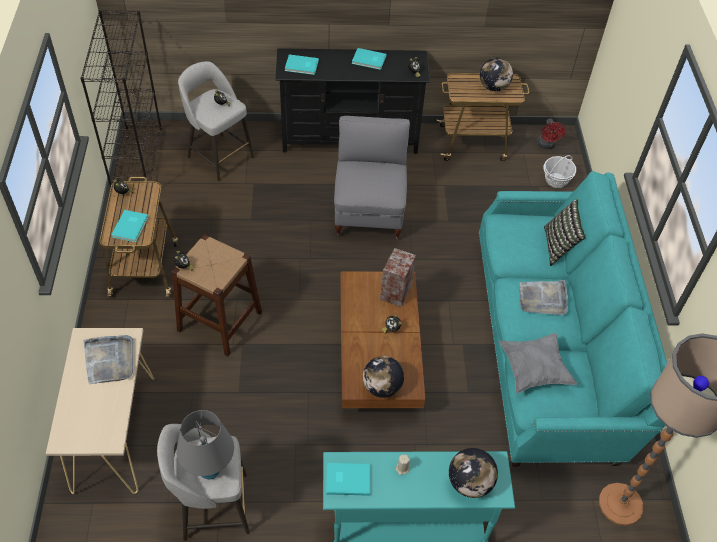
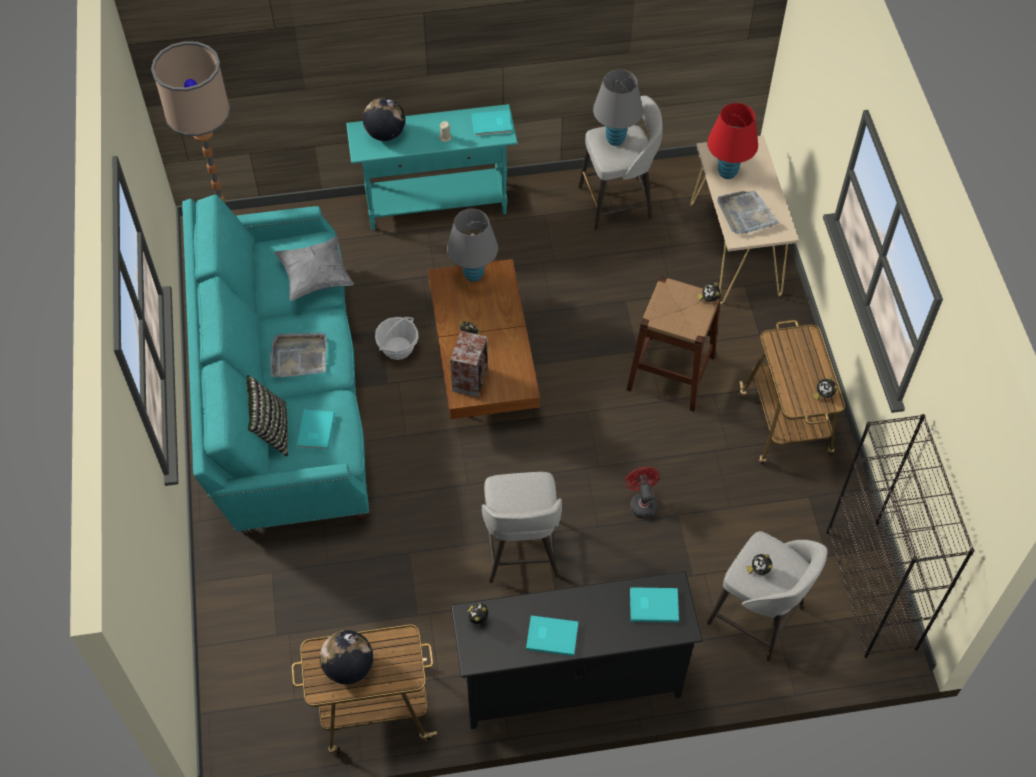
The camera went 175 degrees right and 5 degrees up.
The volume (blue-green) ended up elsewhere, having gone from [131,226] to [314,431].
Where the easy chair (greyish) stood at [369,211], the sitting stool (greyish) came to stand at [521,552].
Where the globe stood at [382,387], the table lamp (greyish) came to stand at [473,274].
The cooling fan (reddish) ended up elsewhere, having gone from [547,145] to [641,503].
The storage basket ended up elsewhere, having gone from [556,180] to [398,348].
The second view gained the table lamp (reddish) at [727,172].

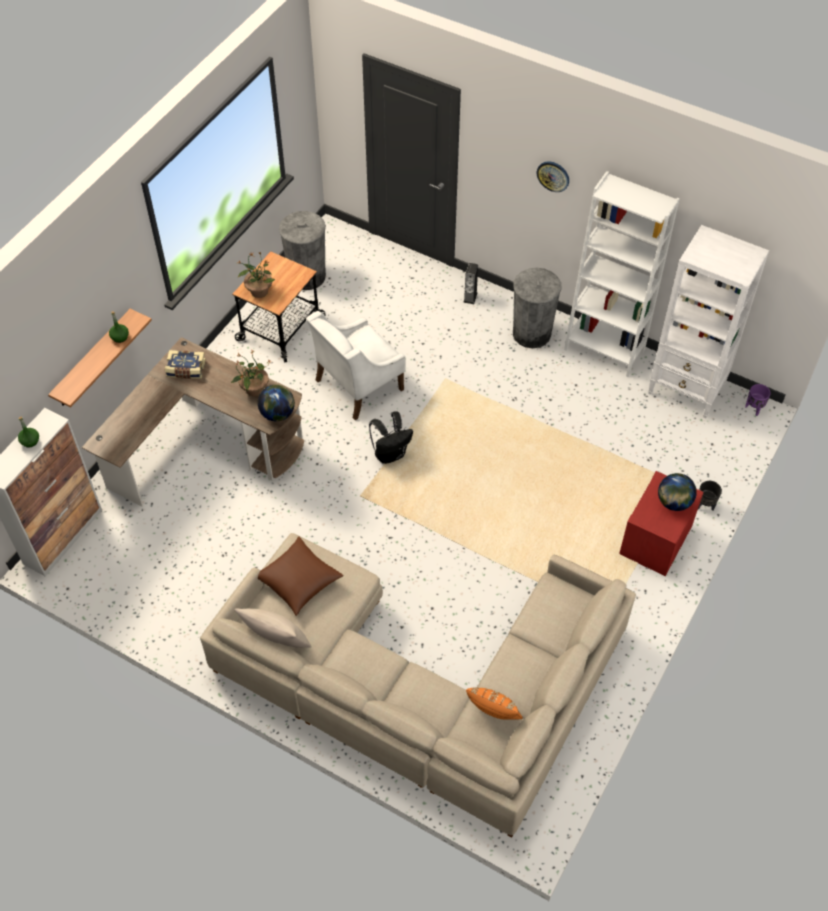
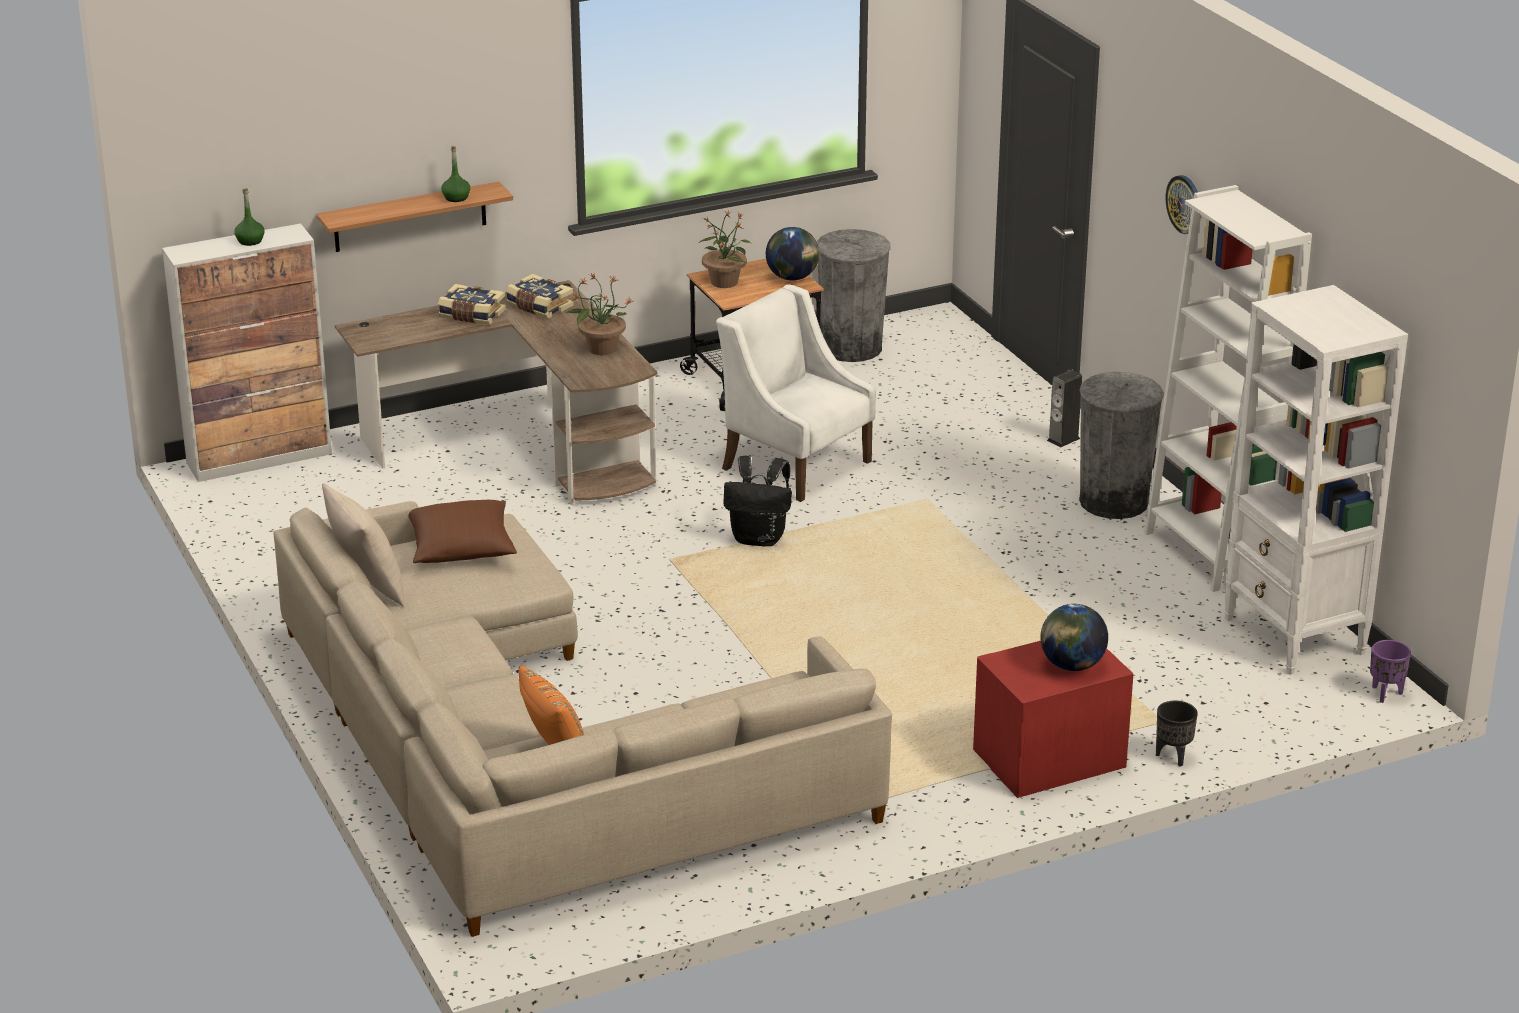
The camera went 35 degrees right and 25 degrees down.
The globe ended up elsewhere, having gone from [278,414] to [792,278].
The easy chair (white-coloured) at [358,385] ended up facing another way, 45 degrees clockwise from before.
The second view gained the volume at [471,315].

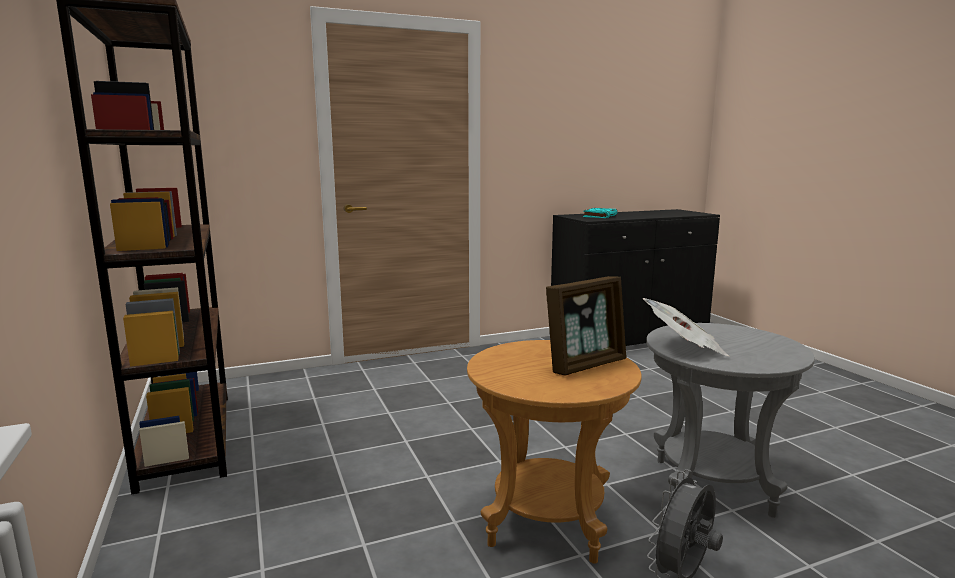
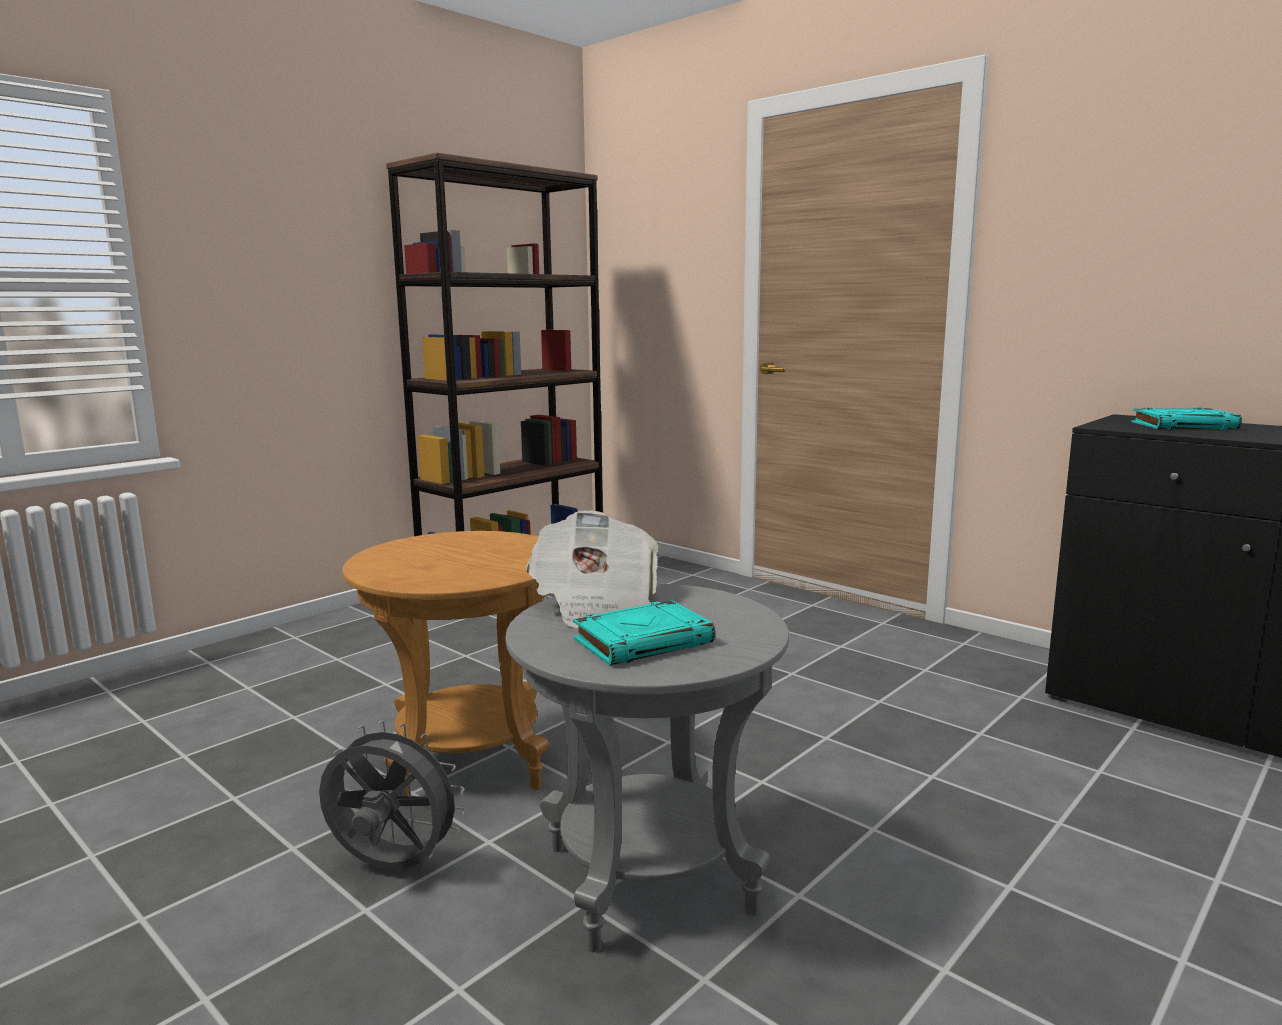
The camera went 65 degrees right and 0 degrees up.
The second view lost the picture frame at [586,364].
The second view gained the volume (blue-green) at [644,641].

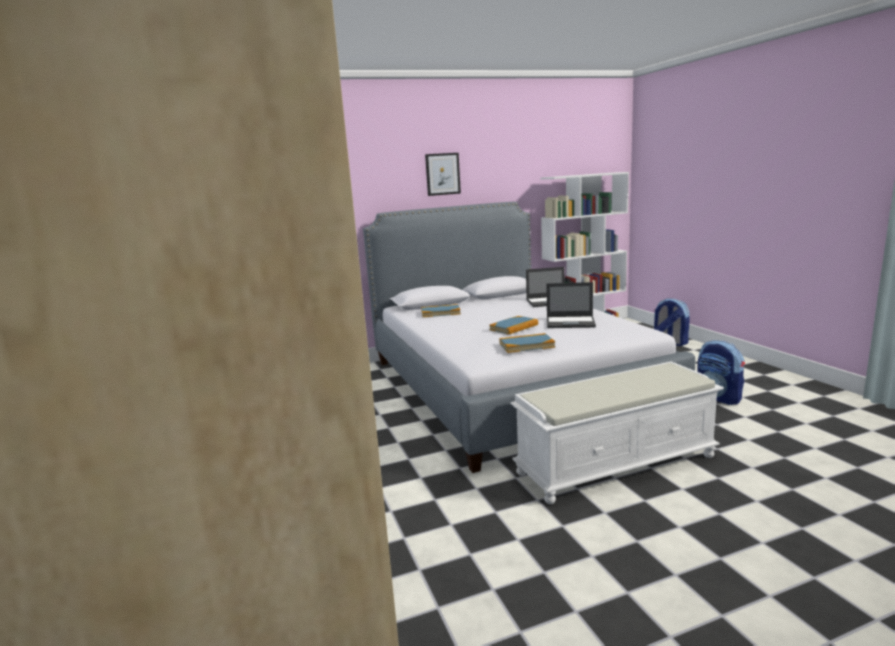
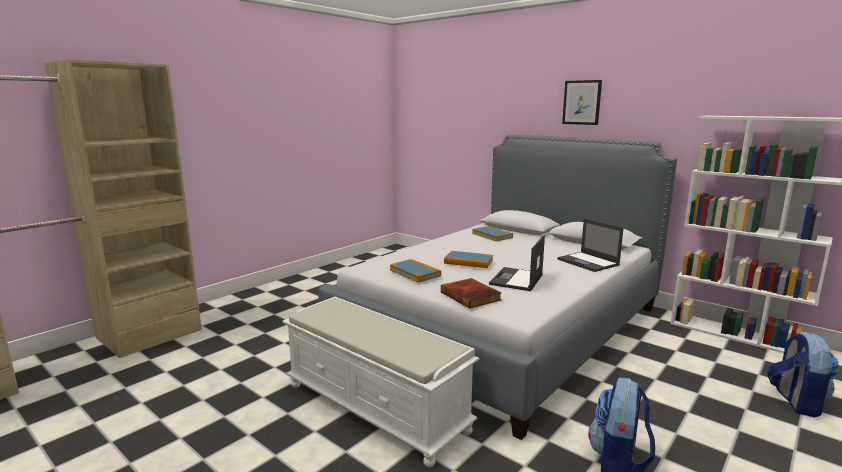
The camera went 60 degrees right and 0 degrees up.
The laptop at [571,322] ended up facing another way, 45 degrees clockwise from before.
The second view gained the volume at [471,296].

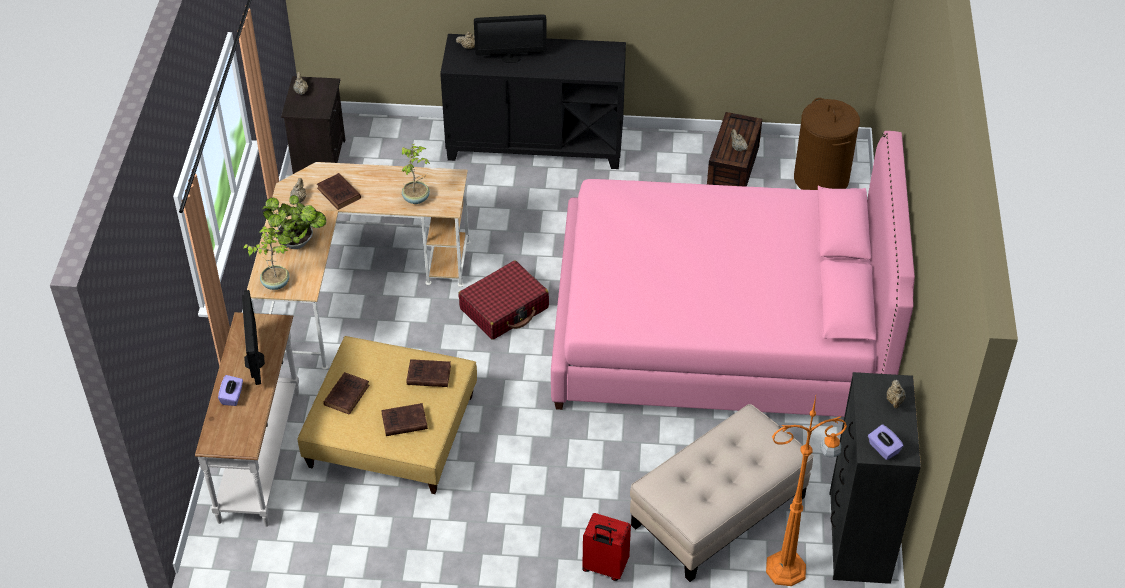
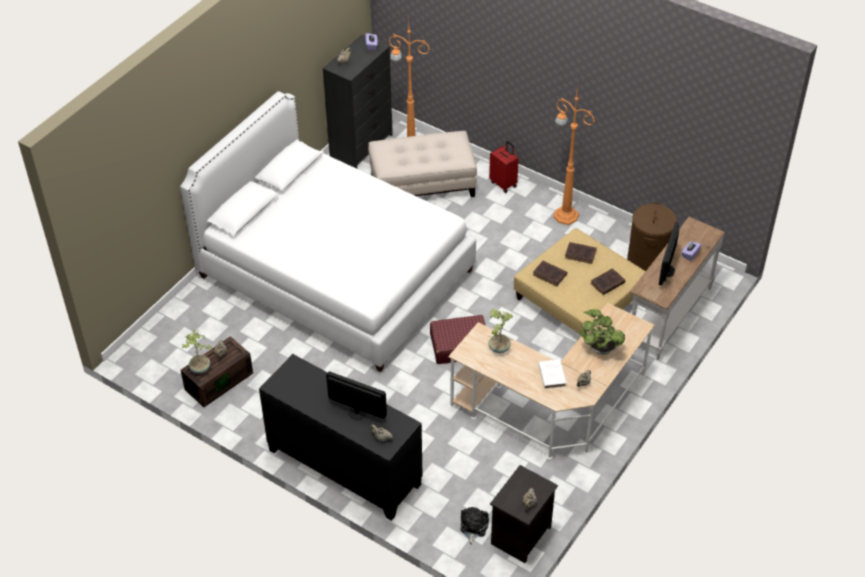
The camera went 150 degrees left and 0 degrees up.
The houseplant ended up elsewhere, having gone from [275,283] to [200,369].
What was the volume (brownish) at [339,194] turned into the volume (white-coloured) at [551,375].
What was the bed (pink) at [719,331] turned into the bed (white-coloured) at [336,274].
The laundry basket (brownish) ended up elsewhere, having gone from [821,179] to [647,263].
The second view gained the plush toy at [473,527].
The second view gained the standard lamp (orange-coloured) at [564,215].

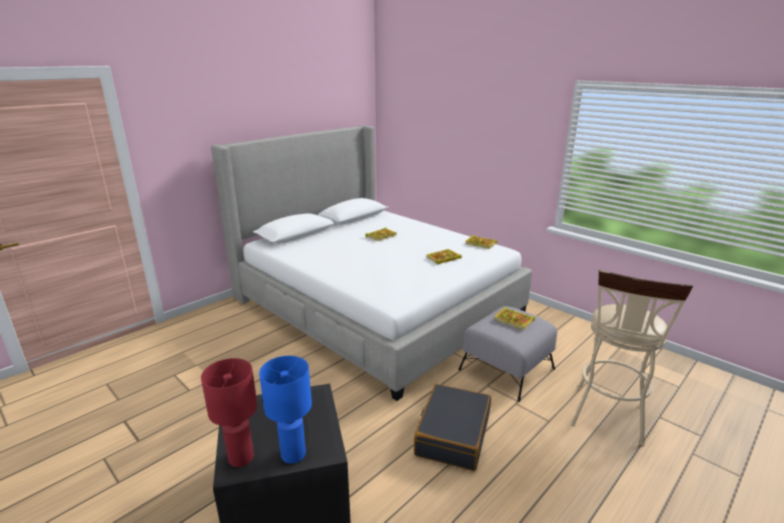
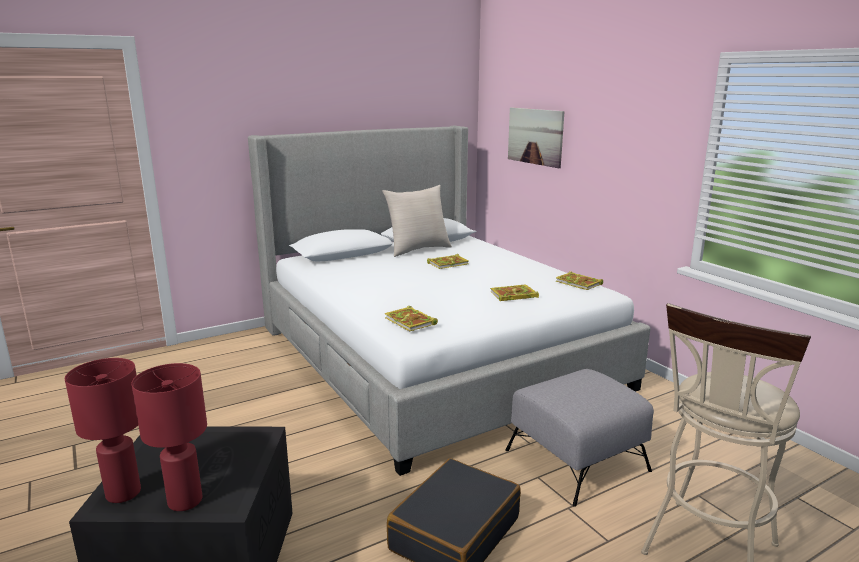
The camera went 15 degrees right and 5 degrees down.
What was the table lamp (blue) at [293,455] turned into the table lamp (reddish) at [185,502].
The volume ended up elsewhere, having gone from [515,320] to [411,322].
The second view gained the pillow (sand-coloured) at [418,249].
The second view gained the picture at [535,136].

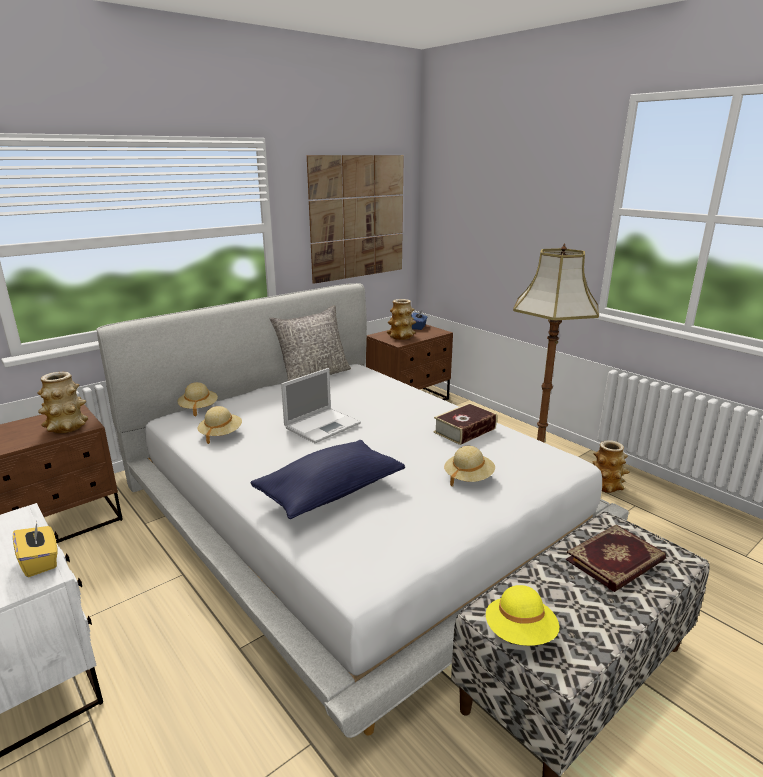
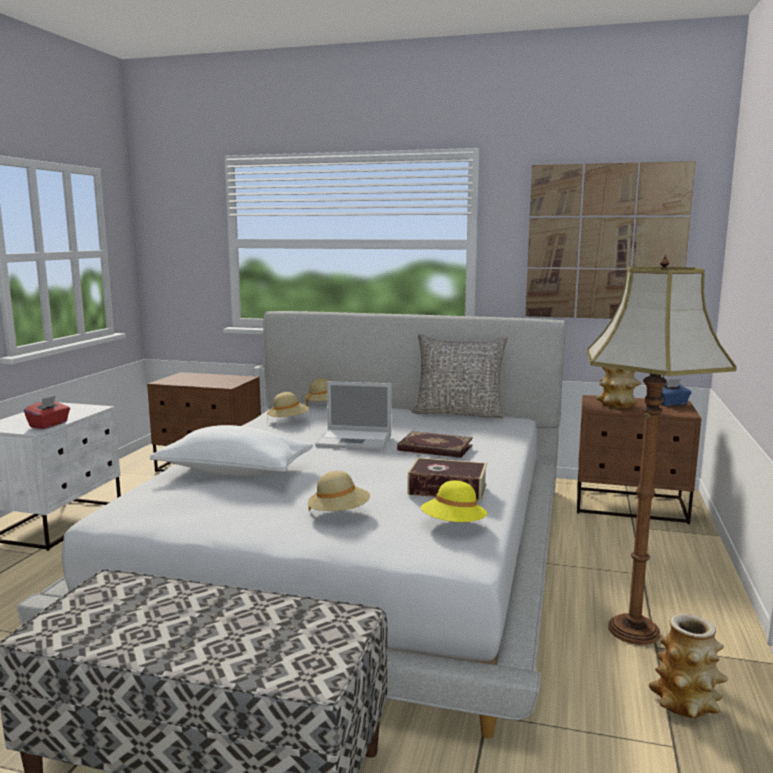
The camera went 55 degrees right and 10 degrees down.
What was the box of tissues (yellow-coloured) at [40,561] turned into the box of tissues (reddish) at [49,425].
The second view lost the decorative vase at [67,427].
What was the pillow (blue) at [330,492] turned into the pillow (white-coloured) at [234,471].
The clothing hat (yellow-coloured) ended up elsewhere, having gone from [520,633] to [453,526].
The volume ended up elsewhere, having gone from [616,561] to [435,448].

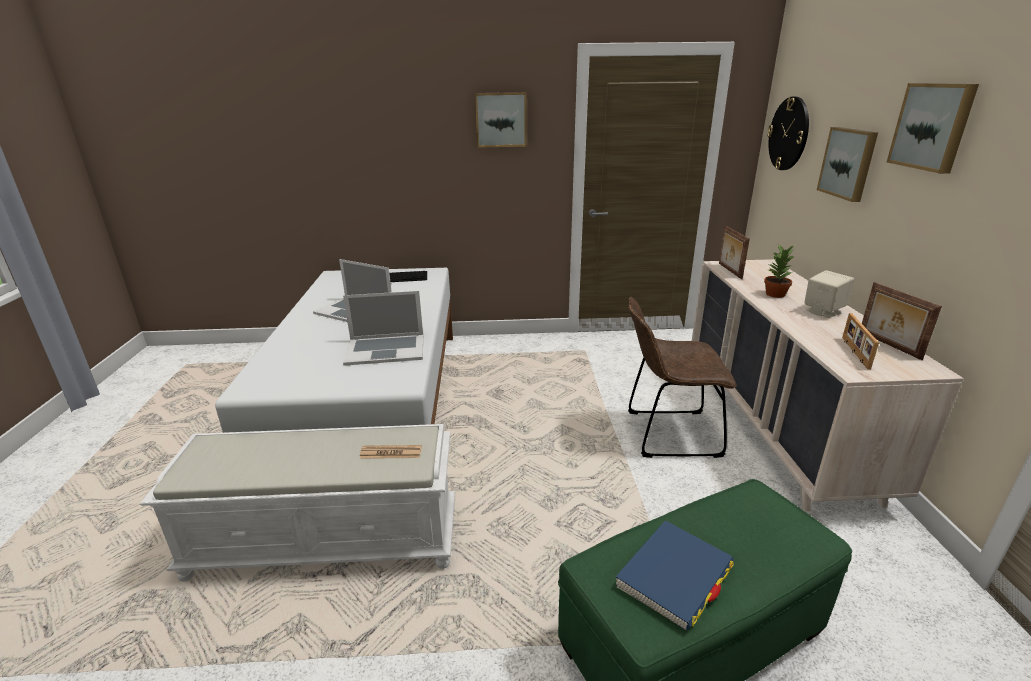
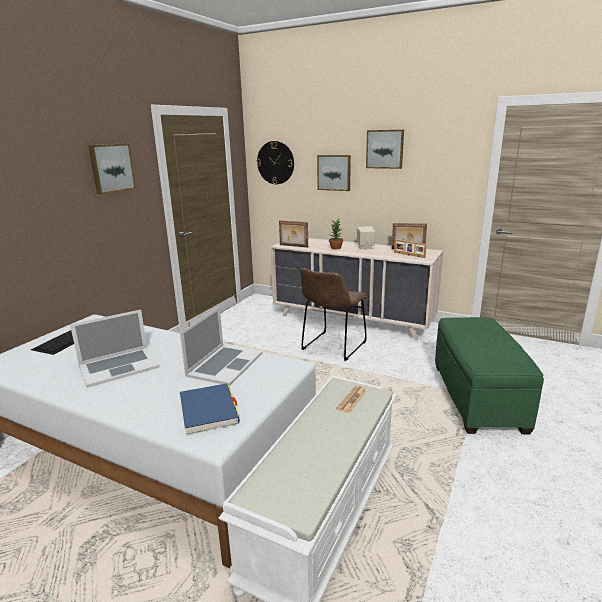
The camera went 60 degrees left and 5 degrees down.
The volume (blue) ended up elsewhere, having gone from [674,576] to [208,411].

